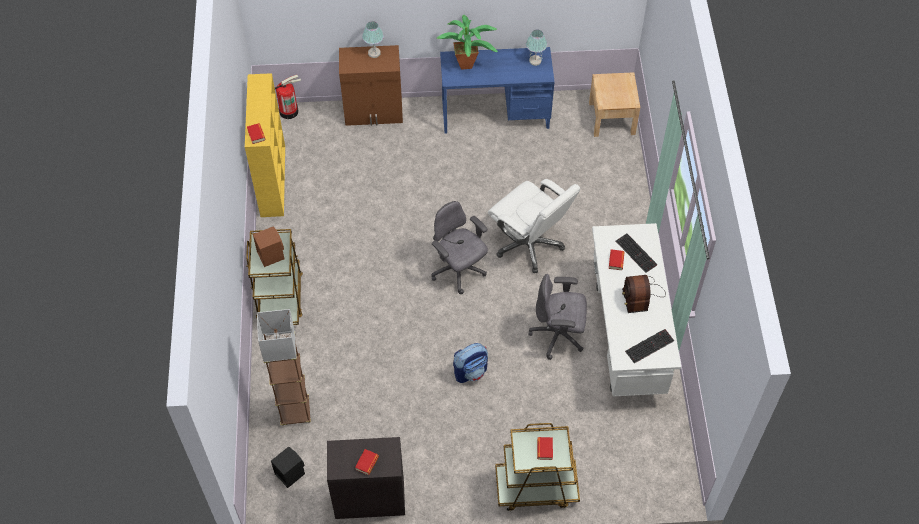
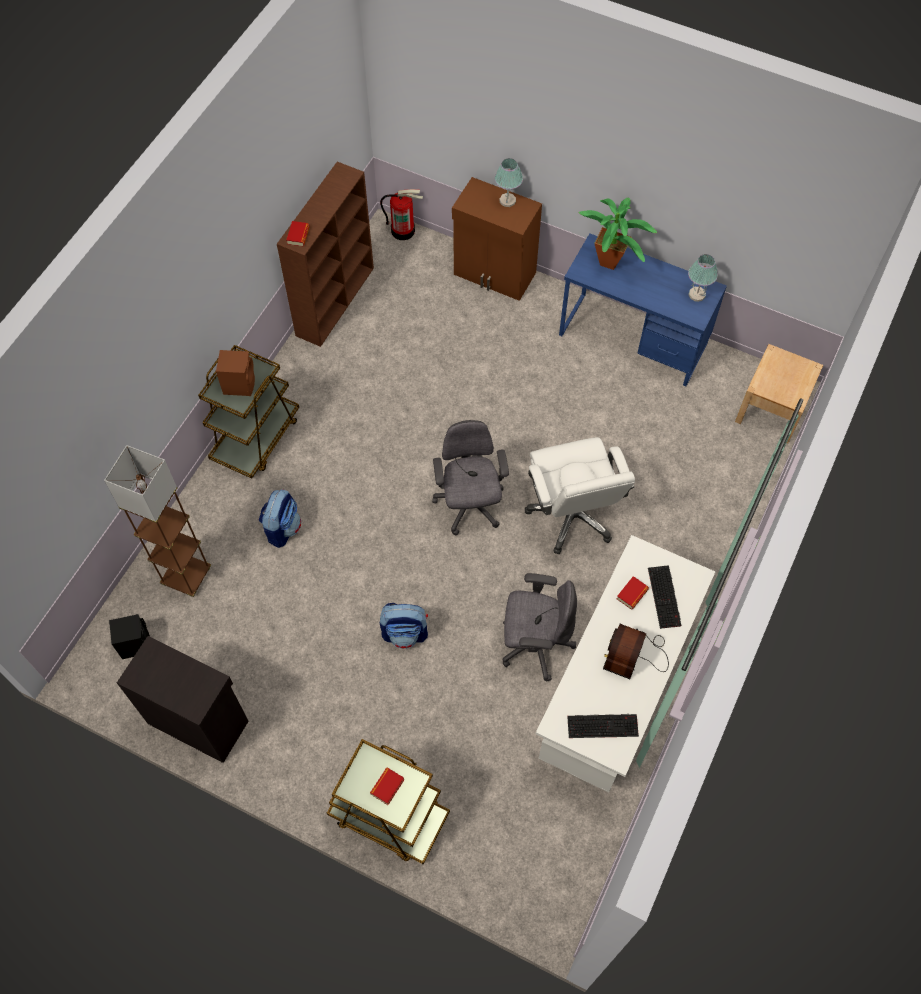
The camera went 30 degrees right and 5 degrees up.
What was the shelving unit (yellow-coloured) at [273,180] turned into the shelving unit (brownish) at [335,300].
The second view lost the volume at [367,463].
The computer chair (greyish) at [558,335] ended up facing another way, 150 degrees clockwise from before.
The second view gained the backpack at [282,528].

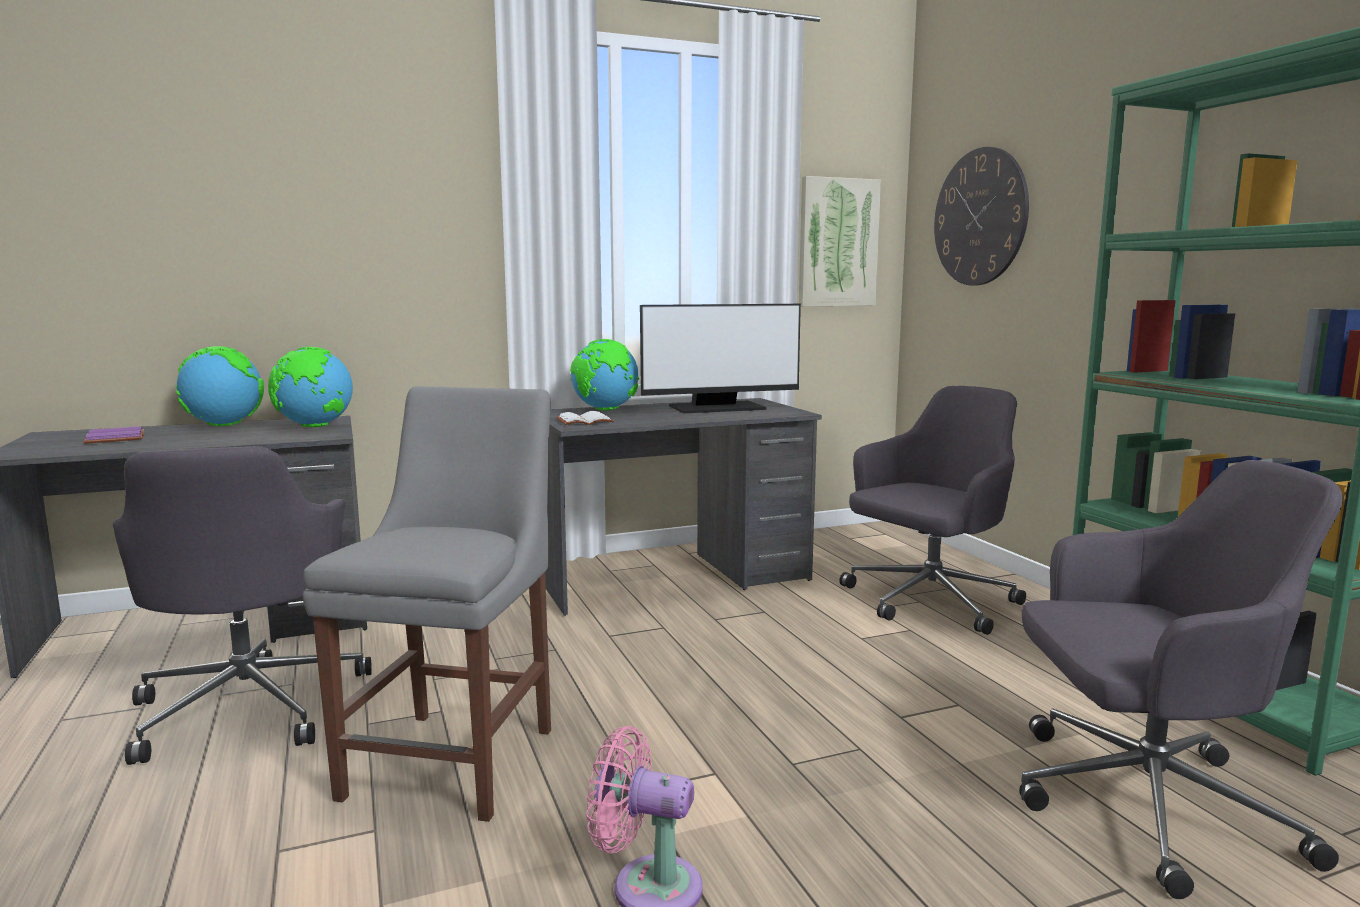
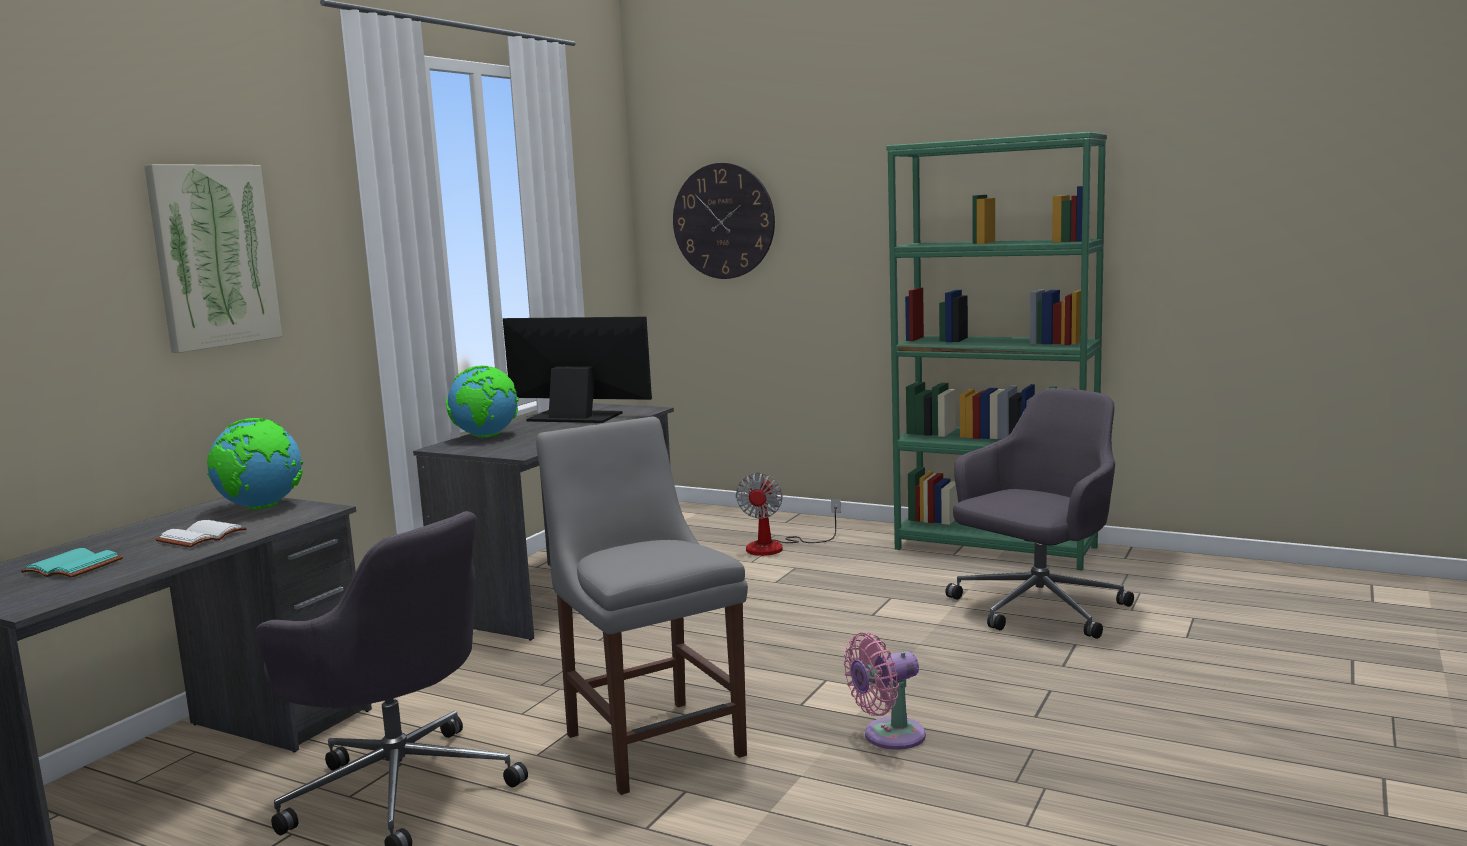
The camera went 40 degrees left and 0 degrees up.
What was the volume (purple-coloured) at [117,438] turned into the volume (blue-green) at [76,567].
The second view lost the globe at [224,425].
The volume (white-coloured) ended up elsewhere, having gone from [585,421] to [201,536].
The monitor at [717,408] ended up facing another way, 105 degrees counterclockwise from before.
The picture ended up elsewhere, having gone from [837,243] to [213,256].
Where the computer chair (greyish) stood at [928,602], the cooling fan came to stand at [777,547].

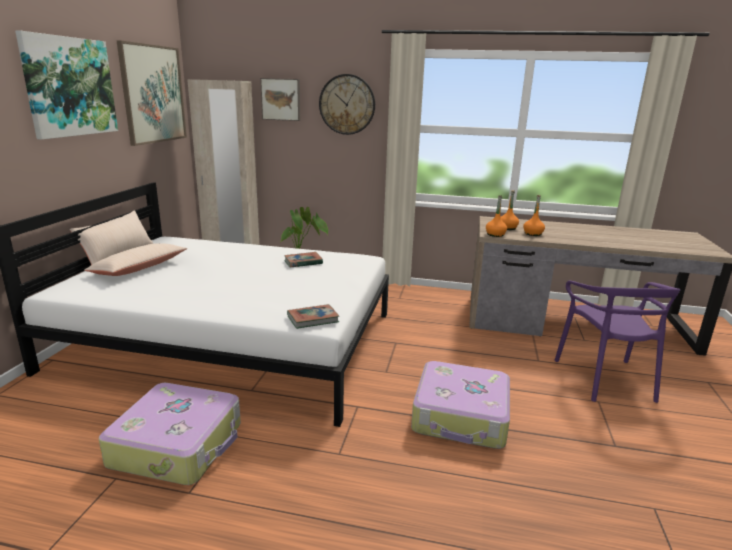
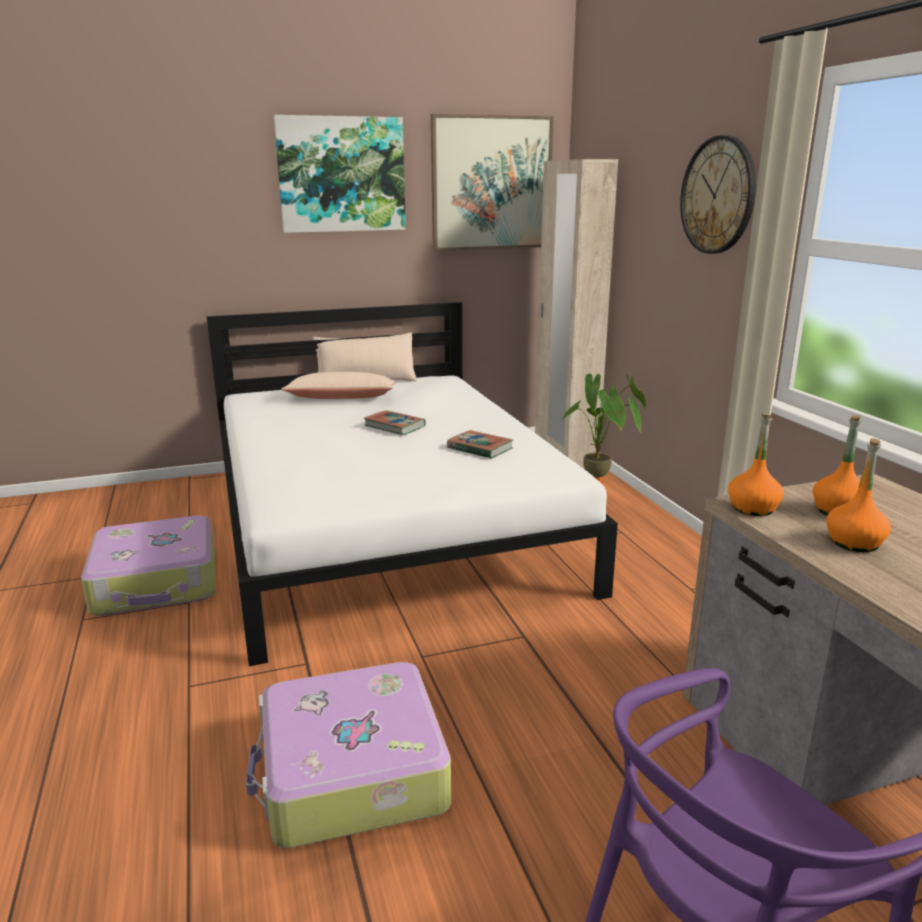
The camera went 60 degrees right and 0 degrees up.
The second view lost the picture at [281,99].
The volume ended up elsewhere, having gone from [313,319] to [394,426].

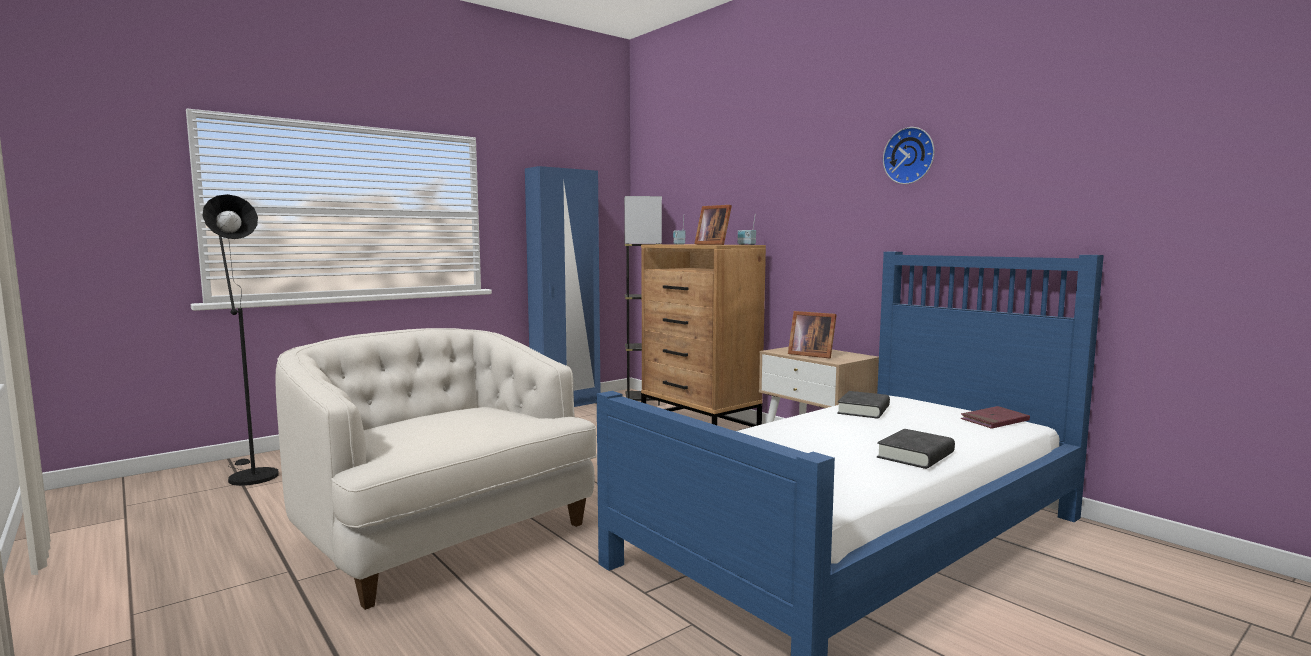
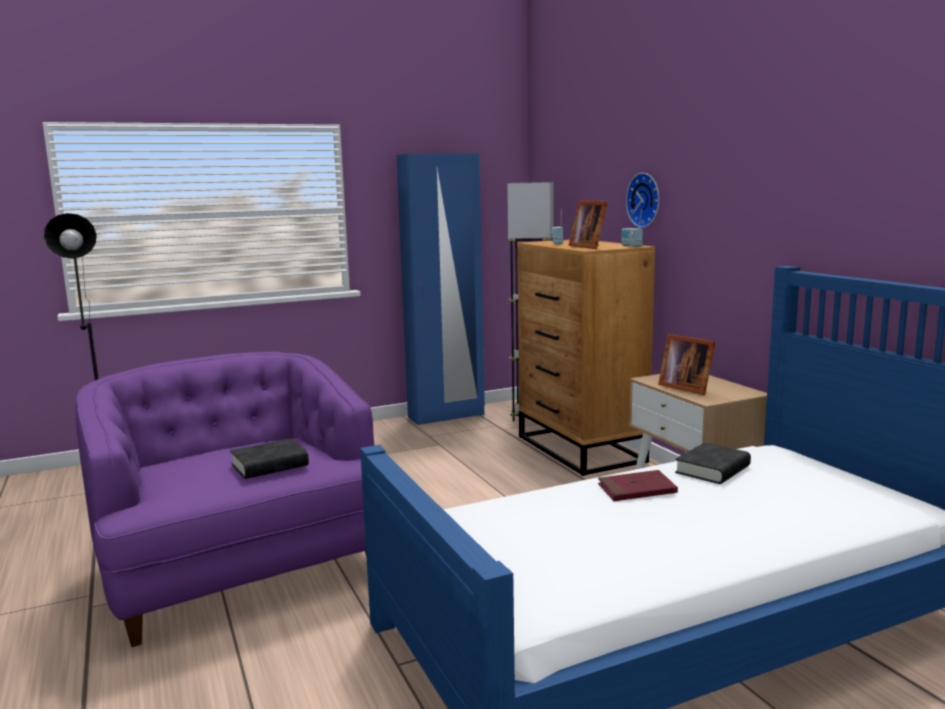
The camera went 15 degrees right and 5 degrees up.
What was the easy chair (white-coloured) at [441,534] turned into the easy chair (purple-coloured) at [240,569].
The volume (blackish) ended up elsewhere, having gone from [915,455] to [270,465].
The hanging clock ended up elsewhere, having gone from [910,156] to [646,200].
The volume (reddish) ended up elsewhere, having gone from [994,421] to [636,489].

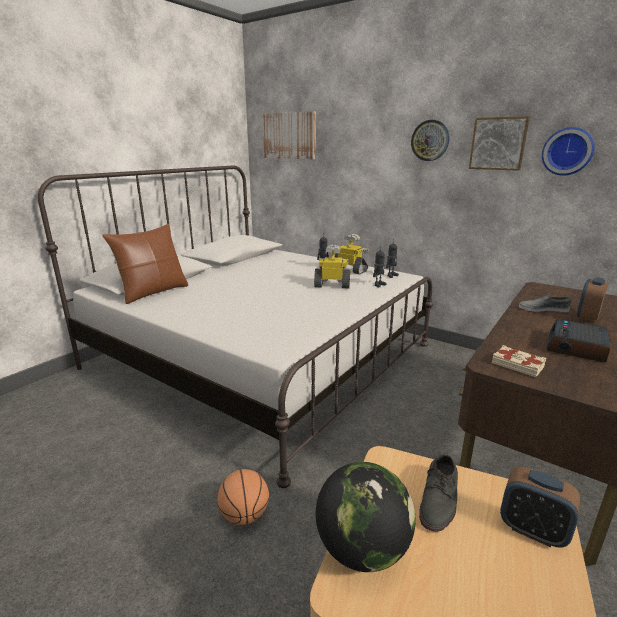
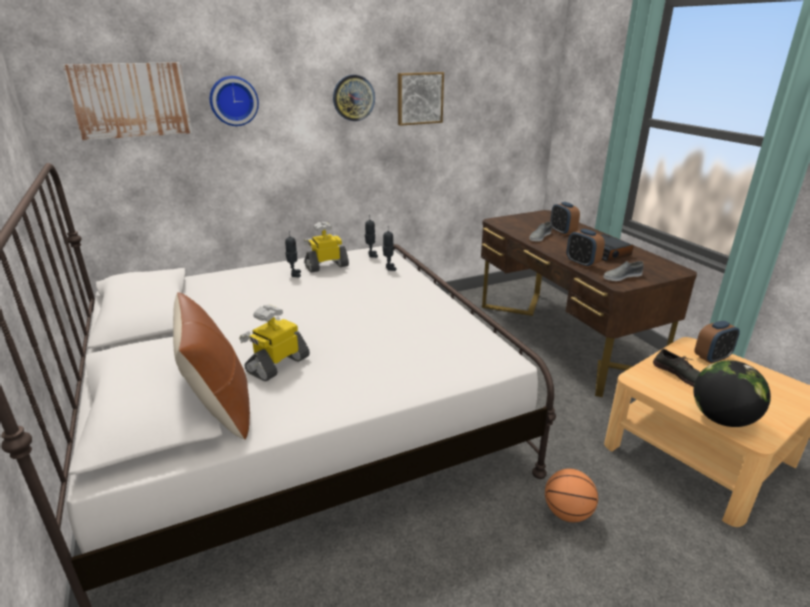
The camera went 60 degrees left and 5 degrees up.
The toy robot ended up elsewhere, having gone from [332,285] to [277,364].
Where the volume (sand-coloured) stood at [517,364], the item of footwear (greyish) came to stand at [622,276].
The hanging clock ended up elsewhere, having gone from [567,151] to [233,101].
The second view gained the table clock at [582,263].

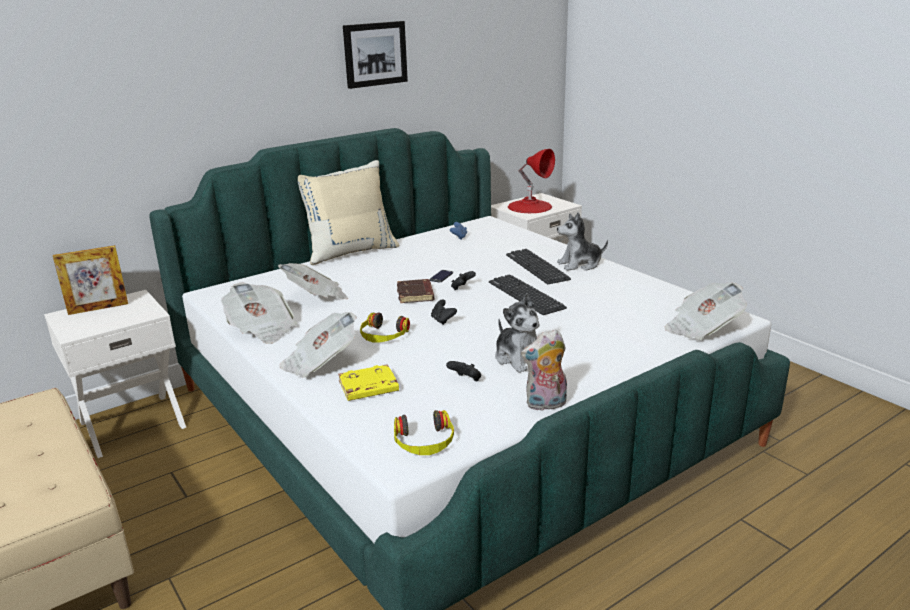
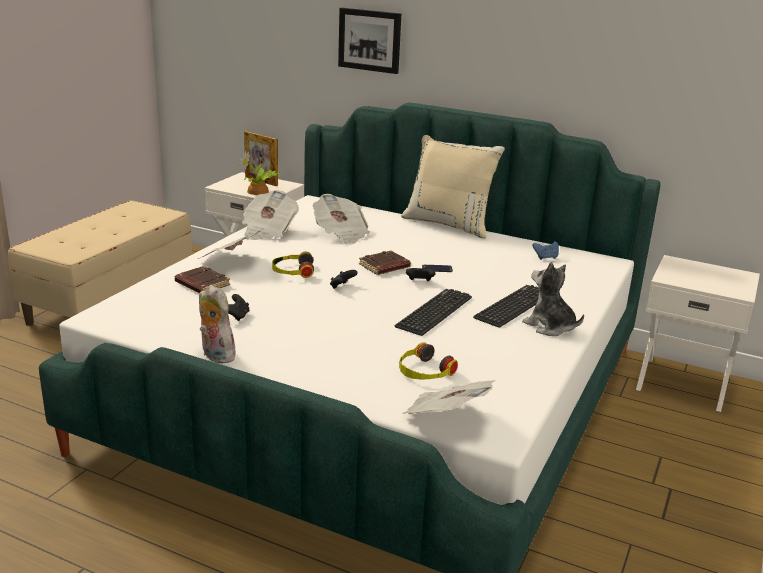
The camera went 60 degrees right and 0 degrees up.
What was the volume (yellow-coloured) at [368,388] turned into the volume (brownish) at [201,284].
The picture ended up elsewhere, having gone from [375,54] to [370,40].
The headset ended up elsewhere, having gone from [424,442] to [424,371].
The second view lost the plush toy at [519,358].
The second view lost the table lamp (reddish) at [530,206].
The second view gained the houseplant at [258,192].

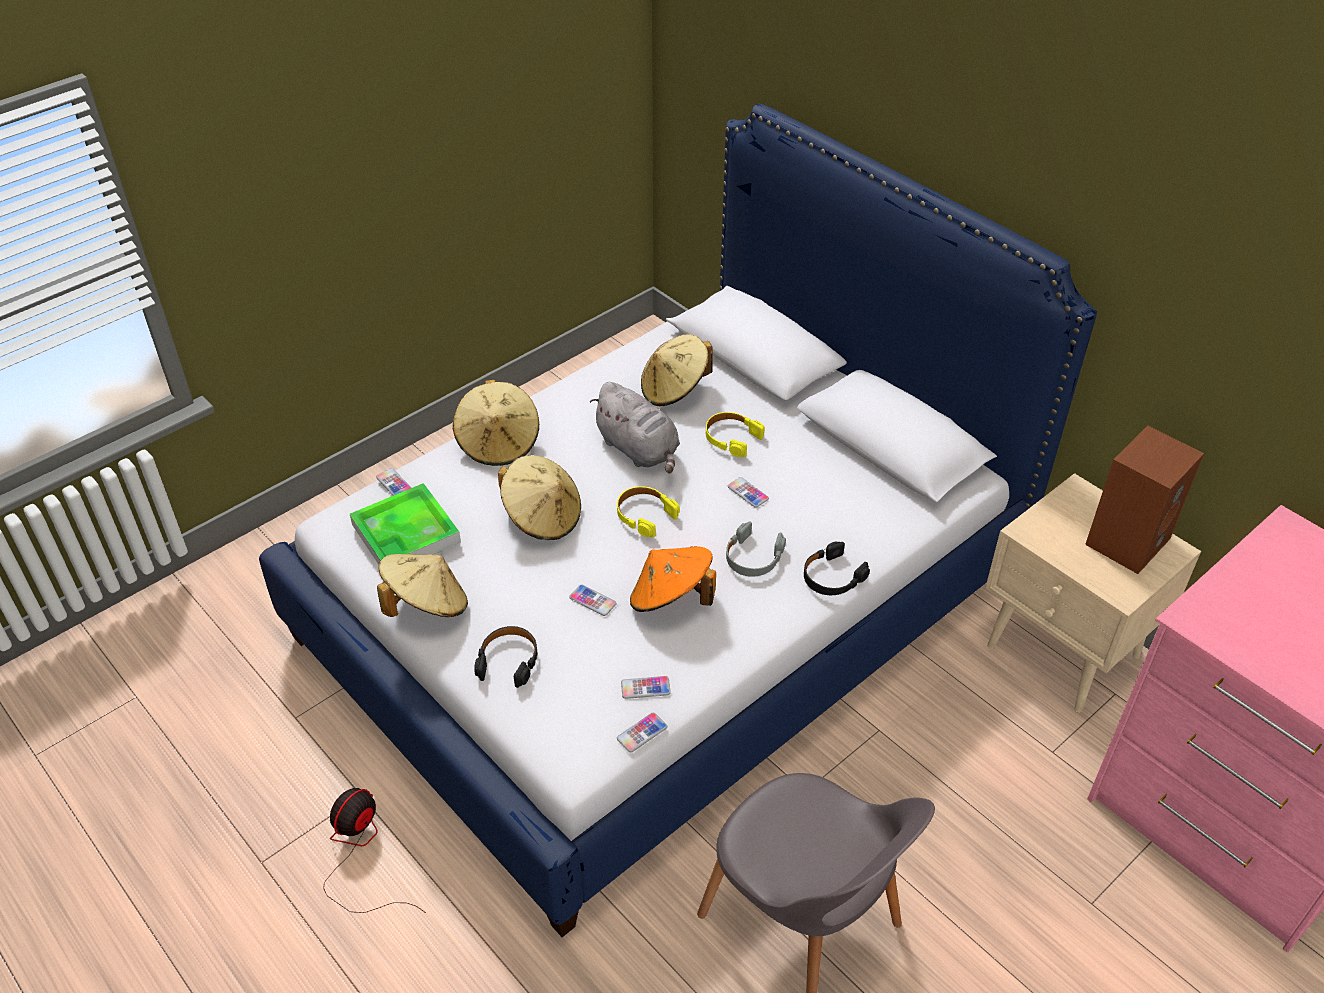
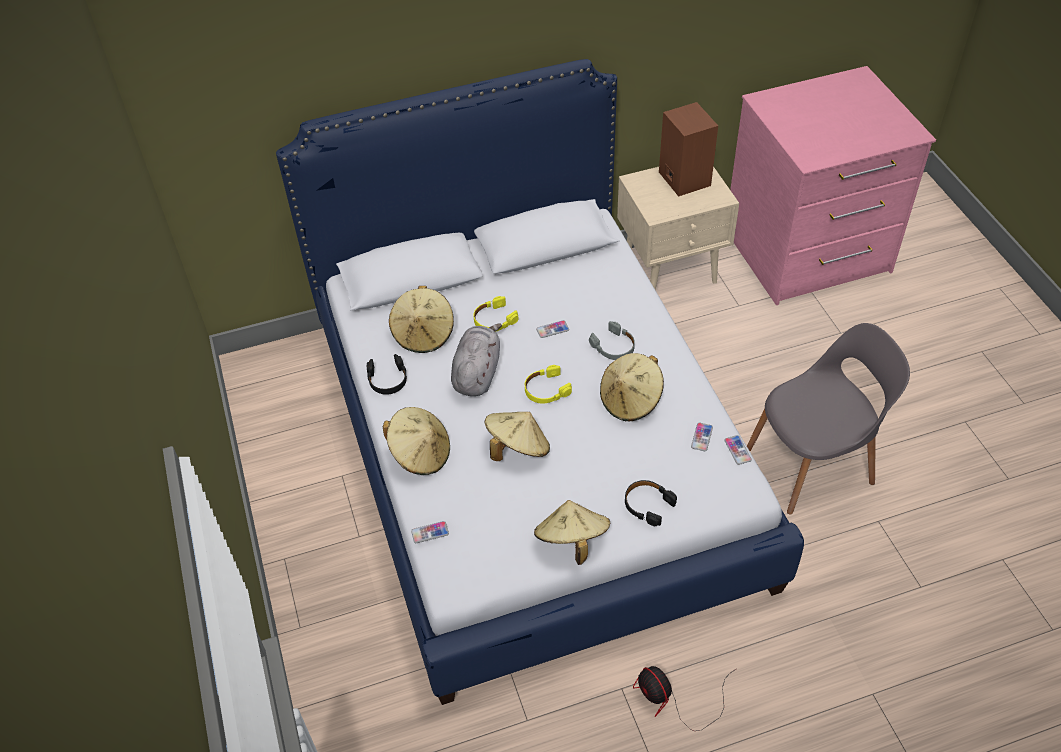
The camera went 65 degrees left and 5 degrees up.
The second view lost the carrying tray at [406,533].
The second view lost the phone at [593,601].
The plush toy (greyish) at [639,450] ended up facing another way, 60 degrees counterclockwise from before.
What was the clothing hat (orange-coloured) at [671,599] turned into the clothing hat (sand-coloured) at [631,400].
The headset (blackish) ended up elsewhere, having gone from [832,577] to [387,379].

